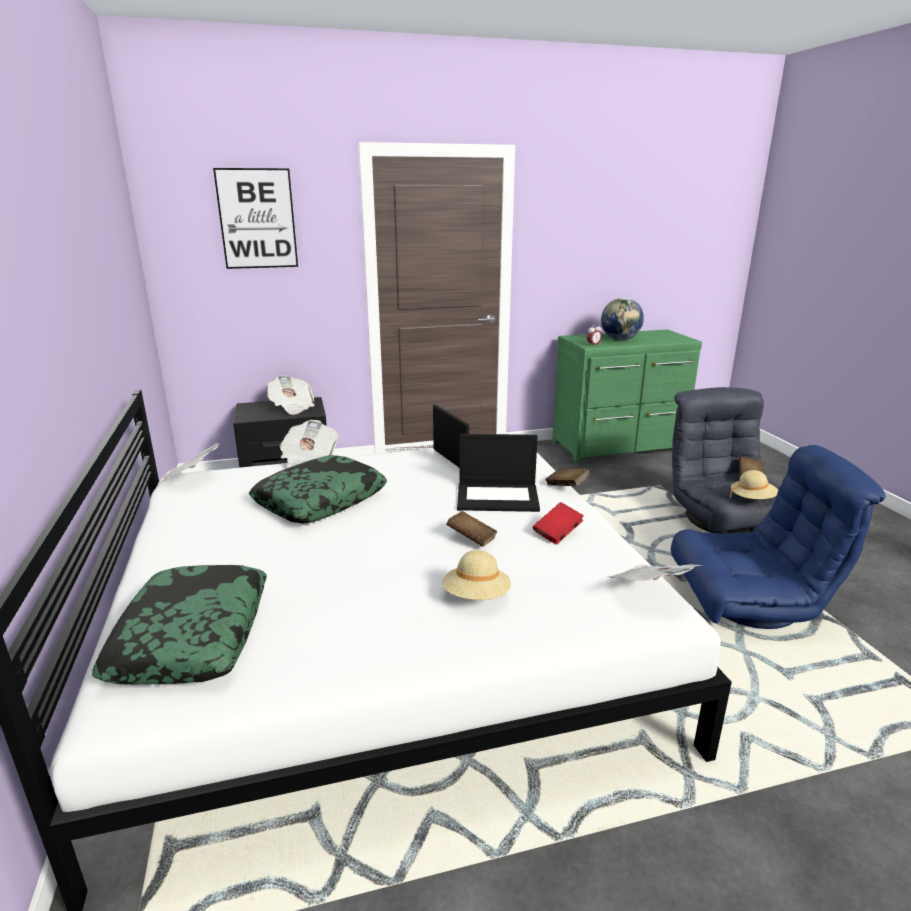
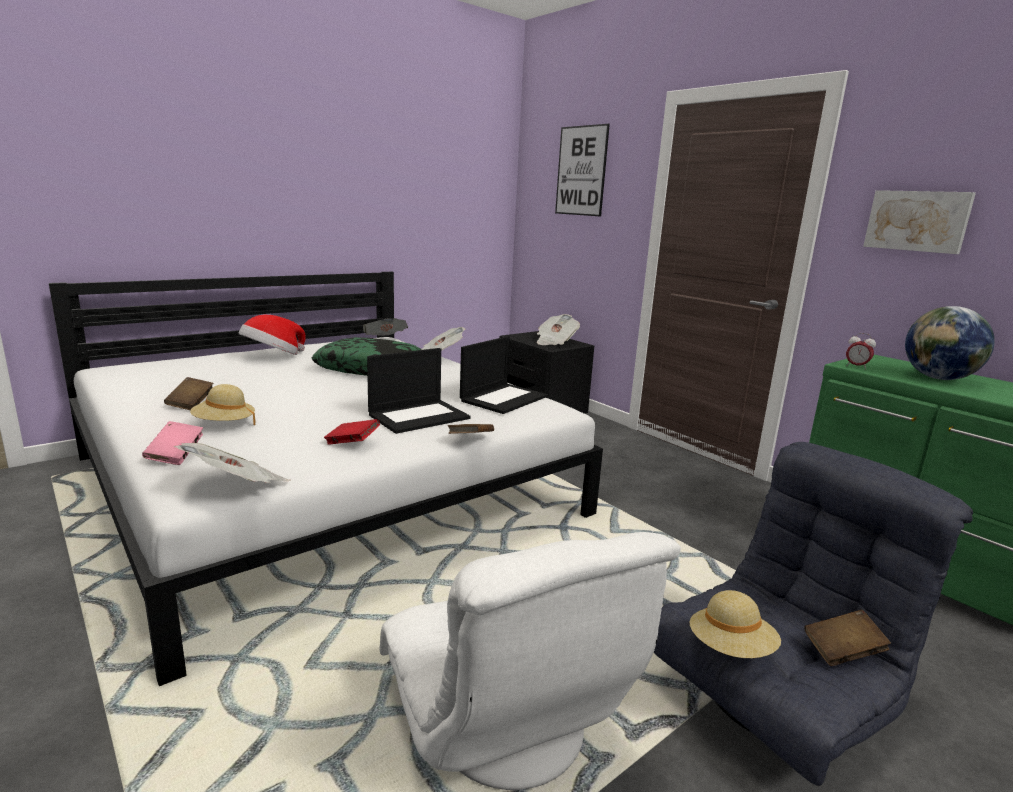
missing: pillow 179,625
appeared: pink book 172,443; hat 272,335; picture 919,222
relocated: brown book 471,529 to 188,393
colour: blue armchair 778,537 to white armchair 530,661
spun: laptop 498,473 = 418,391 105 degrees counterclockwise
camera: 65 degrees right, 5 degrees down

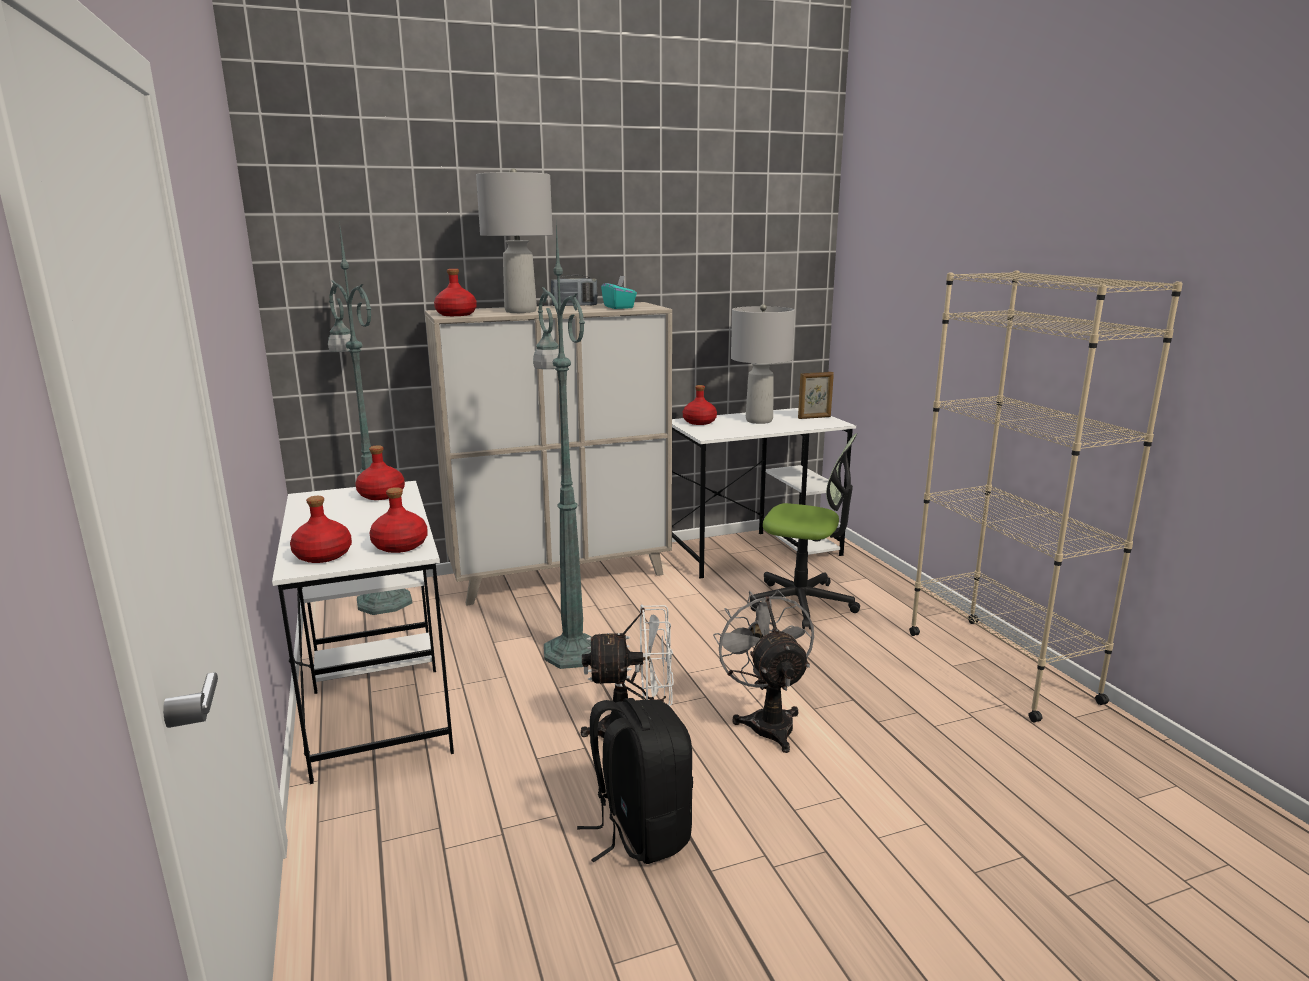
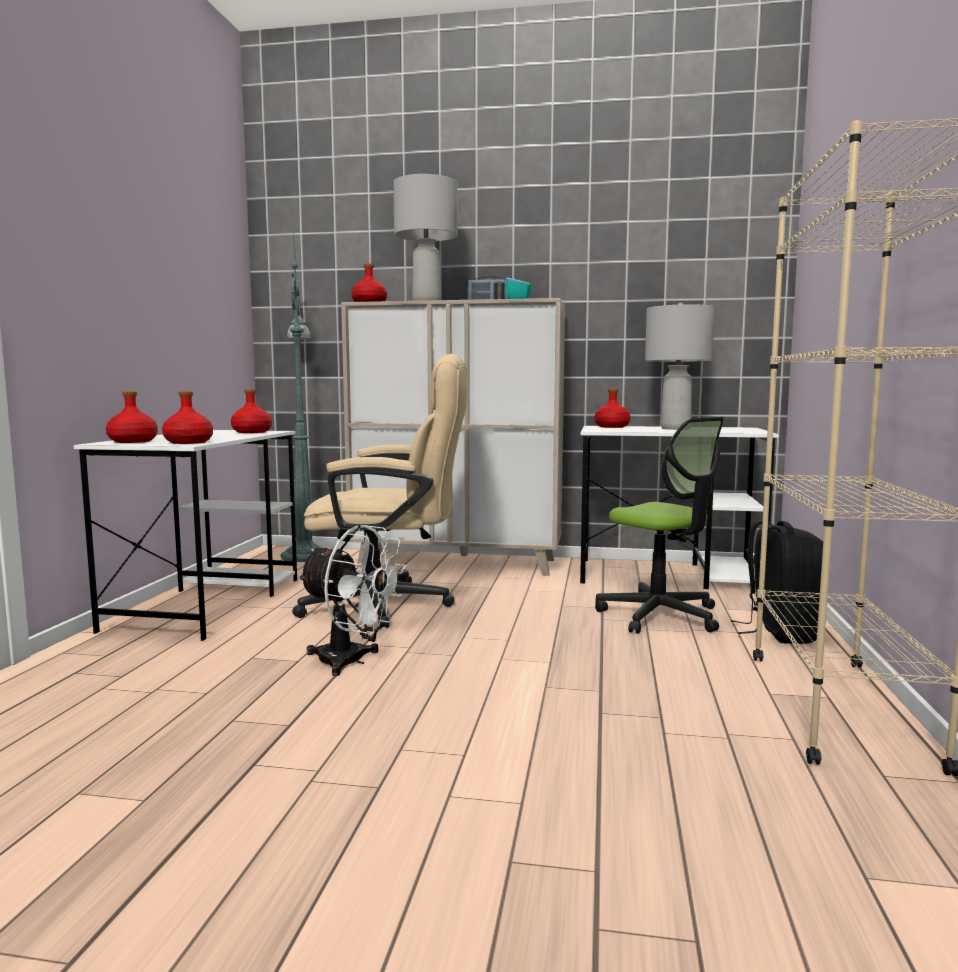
missing: grey fan 763,671; picture frame 816,395
relocated: black backpack 635,781 to 777,582
exchanged: green floor lamp 562,446 to beige office chair 379,491
camera: 30 degrees right, 10 degrees down

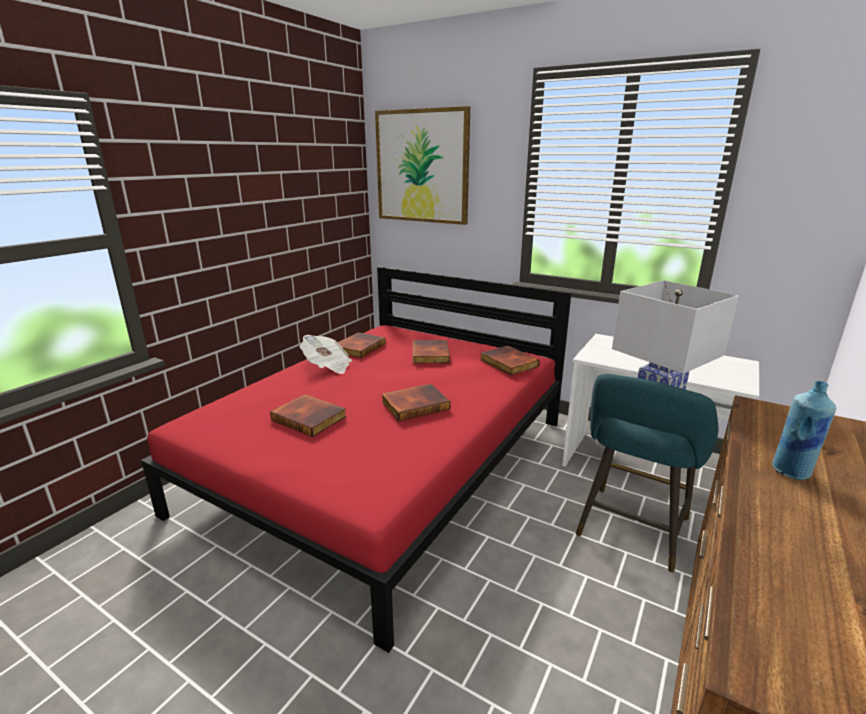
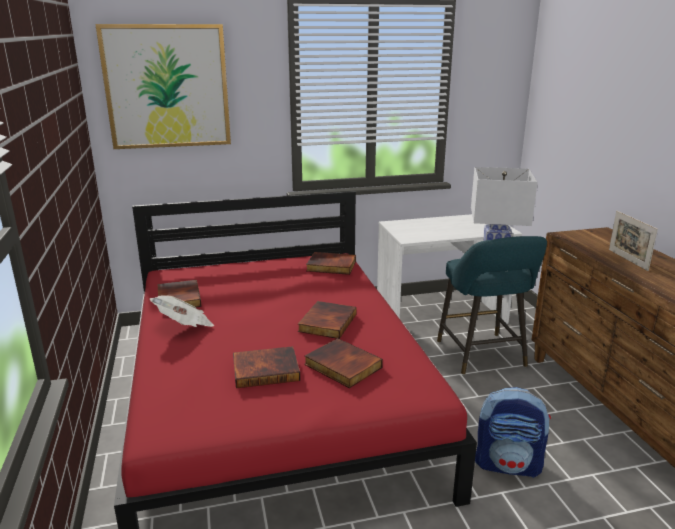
appeared: backpack 513,432
relocated: book 431,352 to 343,363
exchanged: blue bottle 804,430 to picture frame 633,241
camera: 45 degrees left, 0 degrees up

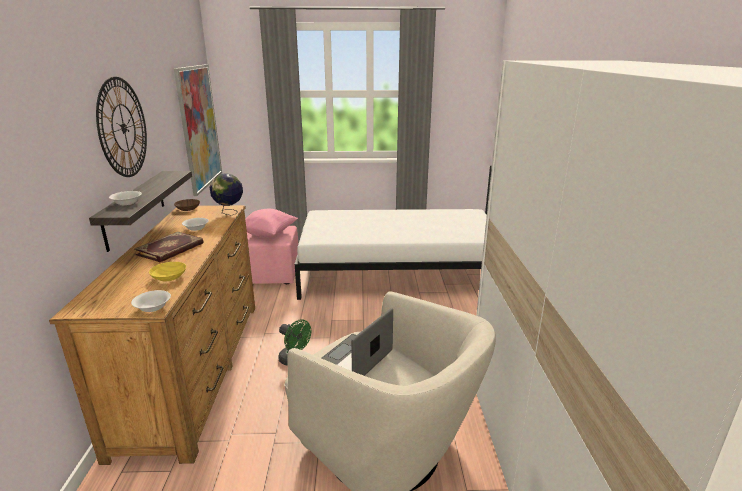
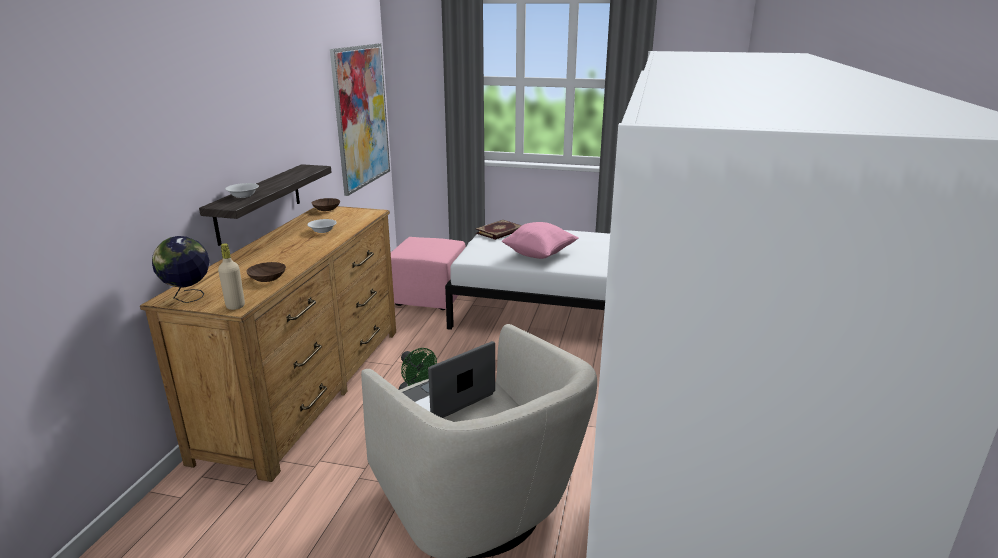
missing: wall clock 121,127
relocated: globe 226,194 to 180,269; book 169,247 to 498,230; pink pillow 271,223 to 540,240
exchanged: white bowl 151,301 to beige bottle 231,276
colour: yellow bowl 167,271 to brown bowl 266,272
camera: 15 degrees right, 0 degrees up

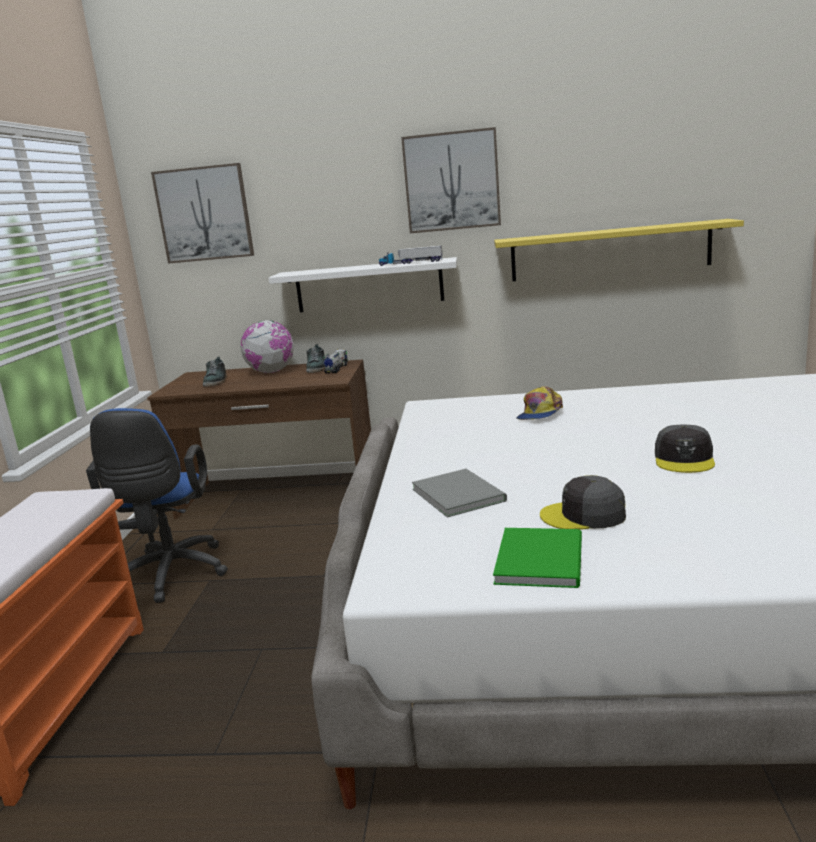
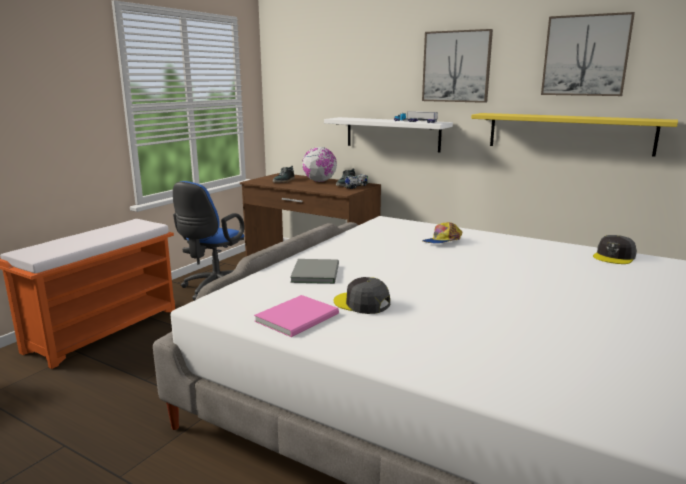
relocated: picture 202,213 to 588,54; grey cap 685,448 to 615,249
colour: green book 537,558 to pink book 296,316
camera: 25 degrees right, 0 degrees up

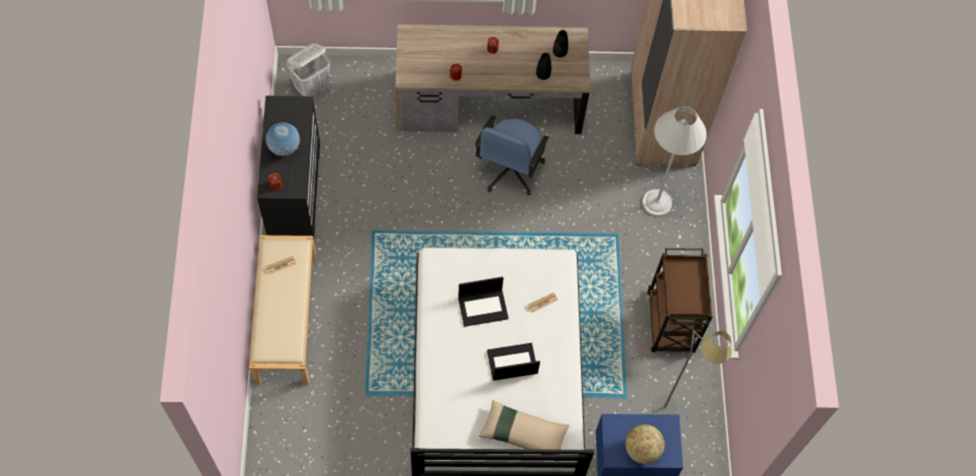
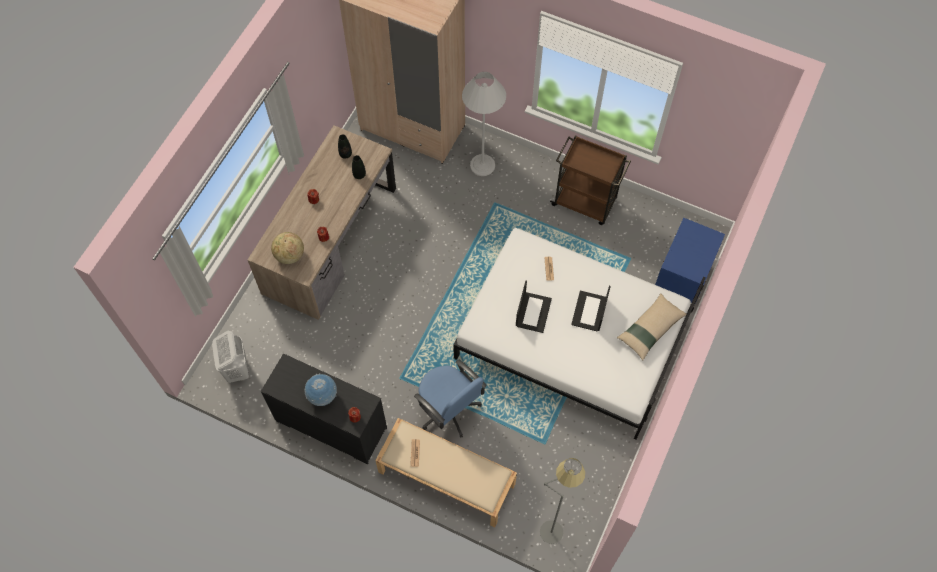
relocated: globe 645,444 to 287,248; blue office chair 512,155 to 450,399; grey floor lamp 692,372 to 562,501
camera: 60 degrees left, 0 degrees up

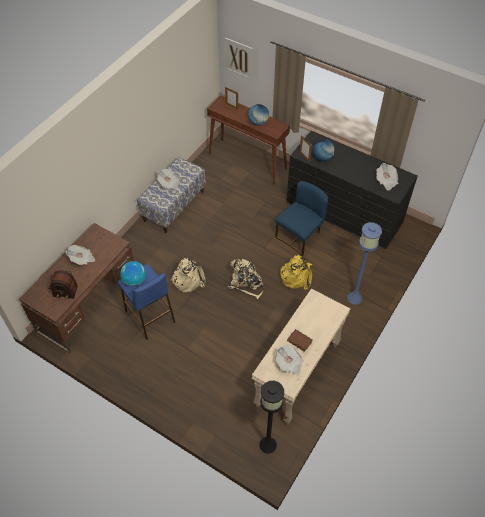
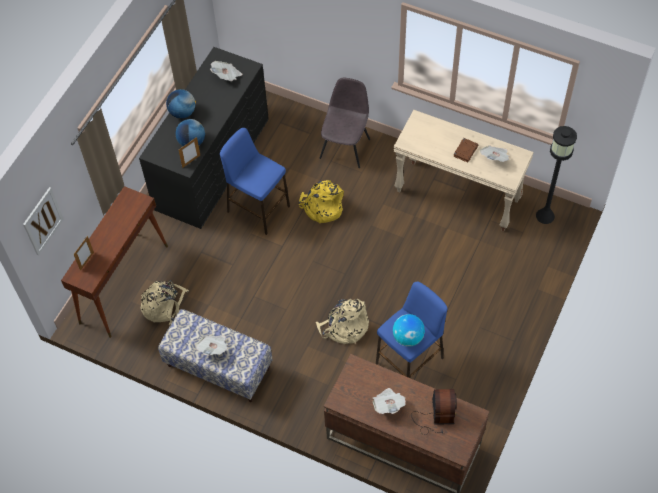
relocated: beige backpack 246,279 to 164,302; globe 258,115 to 181,104
exchanged: blue chair 301,218 to blue stool 255,181; blue floor lamp 364,263 to grey chair 344,123
camera: 95 degrees left, 5 degrees up

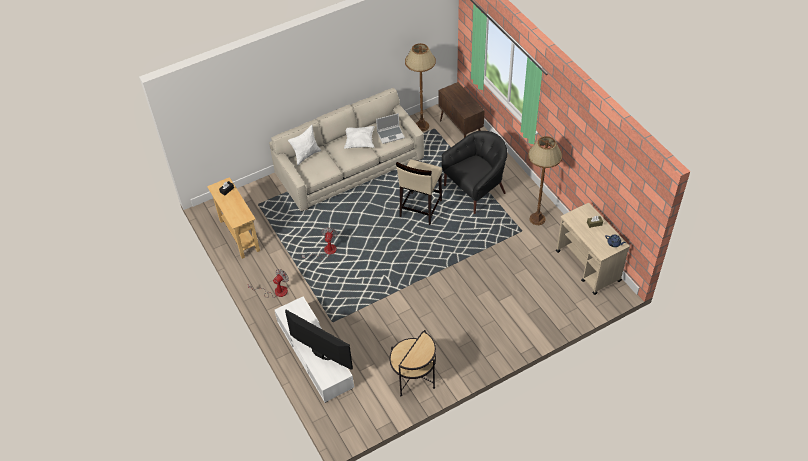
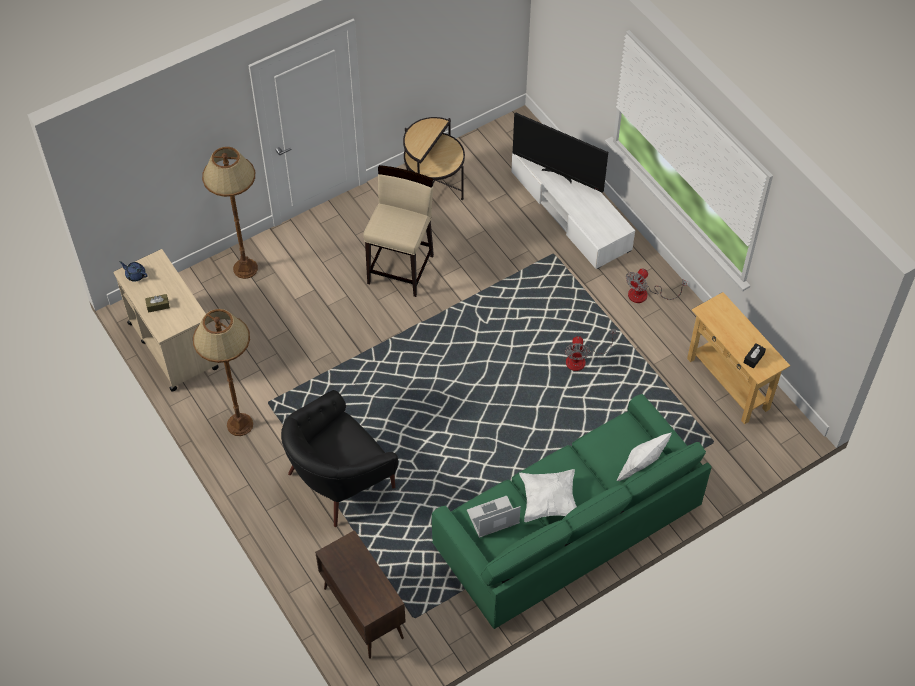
relocated: brown floor lamp 420,87 to 230,213; beige stool 419,192 to 399,231
colour: beige sofa 346,150 to green sofa 572,511
camera: 175 degrees right, 5 degrees up

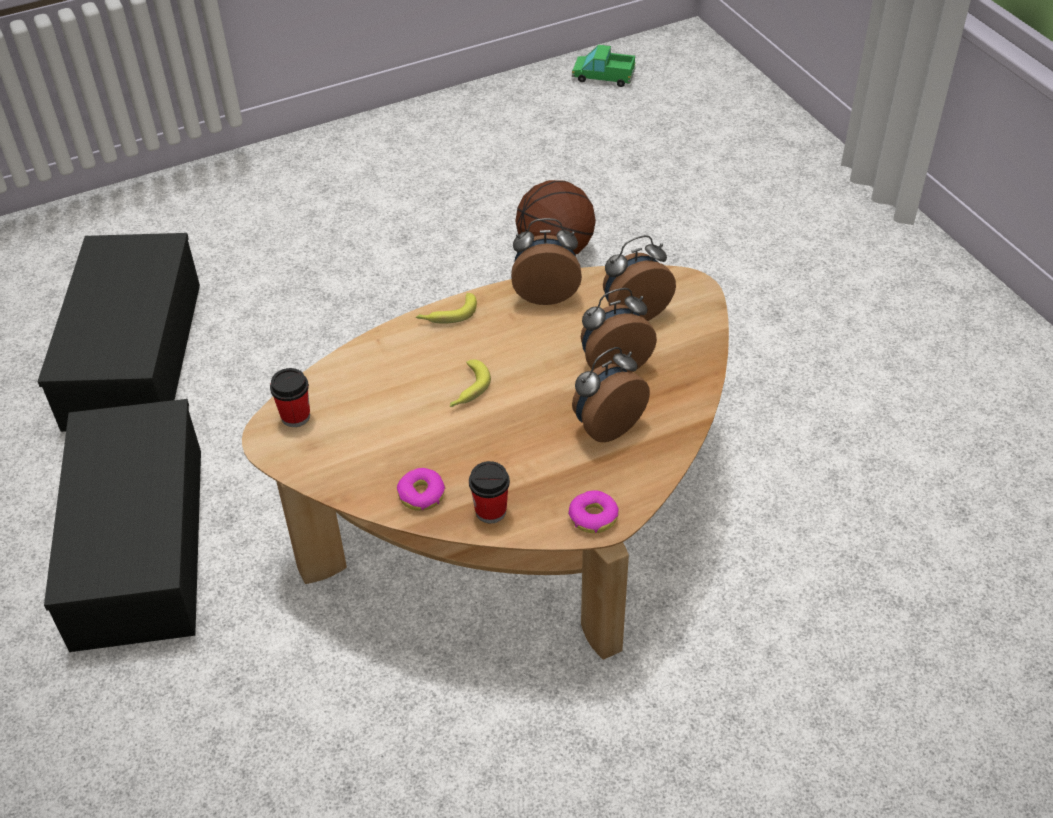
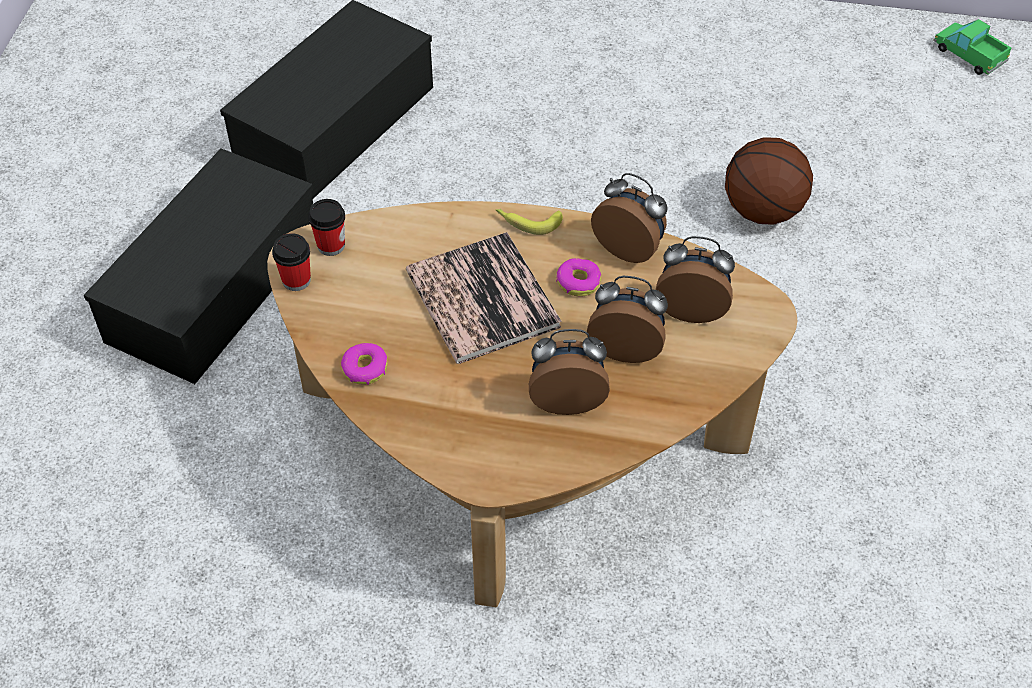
relocated: cup 489,492 to 291,262; donut 593,511 to 578,277
exchanged: banana 470,383 to book 484,298
camera: 35 degrees right, 5 degrees up

